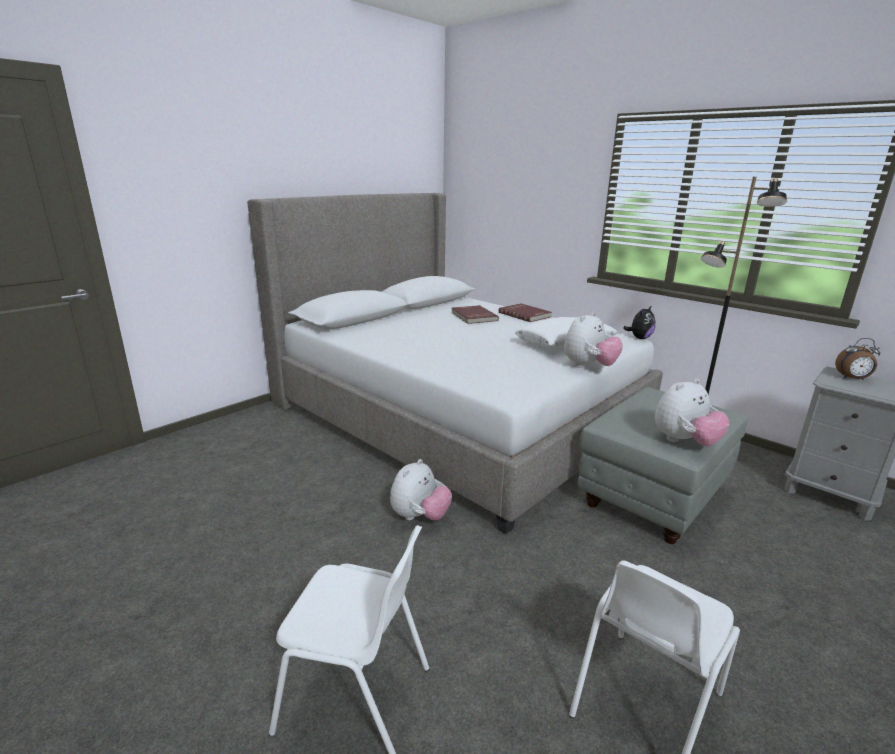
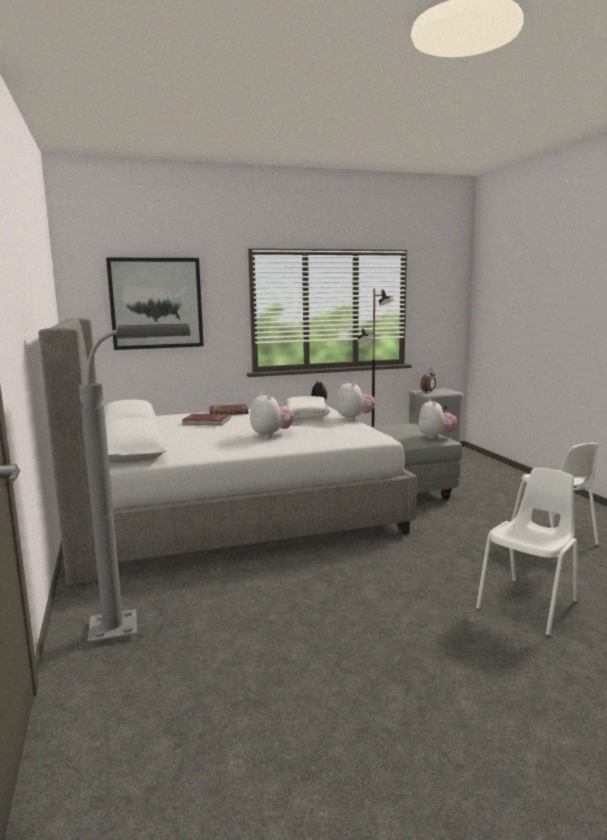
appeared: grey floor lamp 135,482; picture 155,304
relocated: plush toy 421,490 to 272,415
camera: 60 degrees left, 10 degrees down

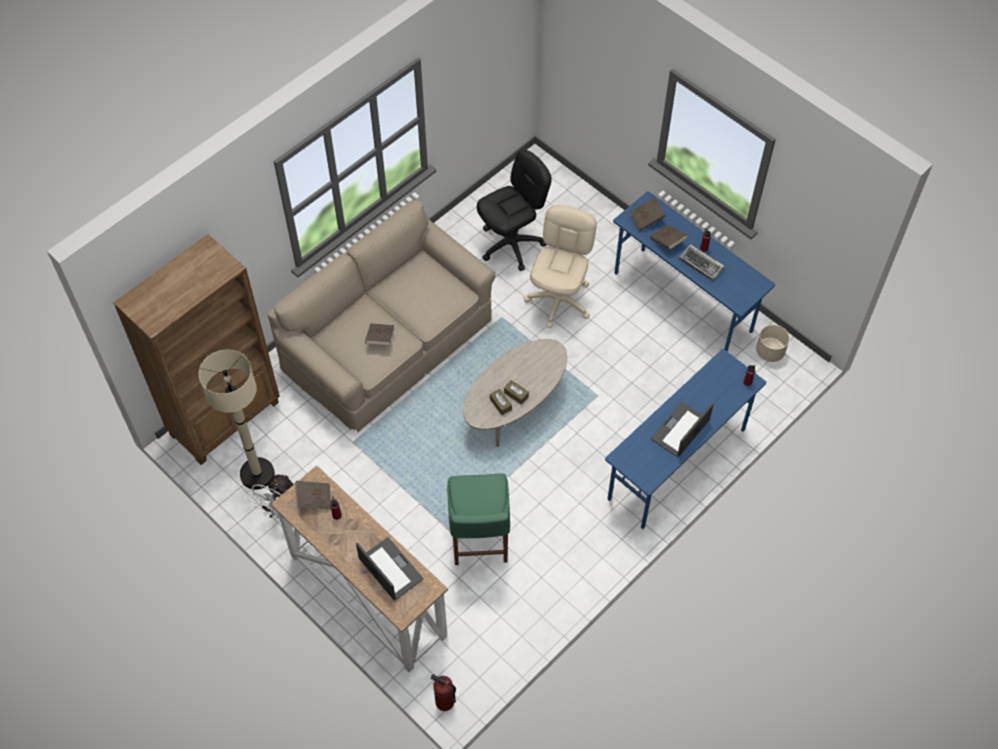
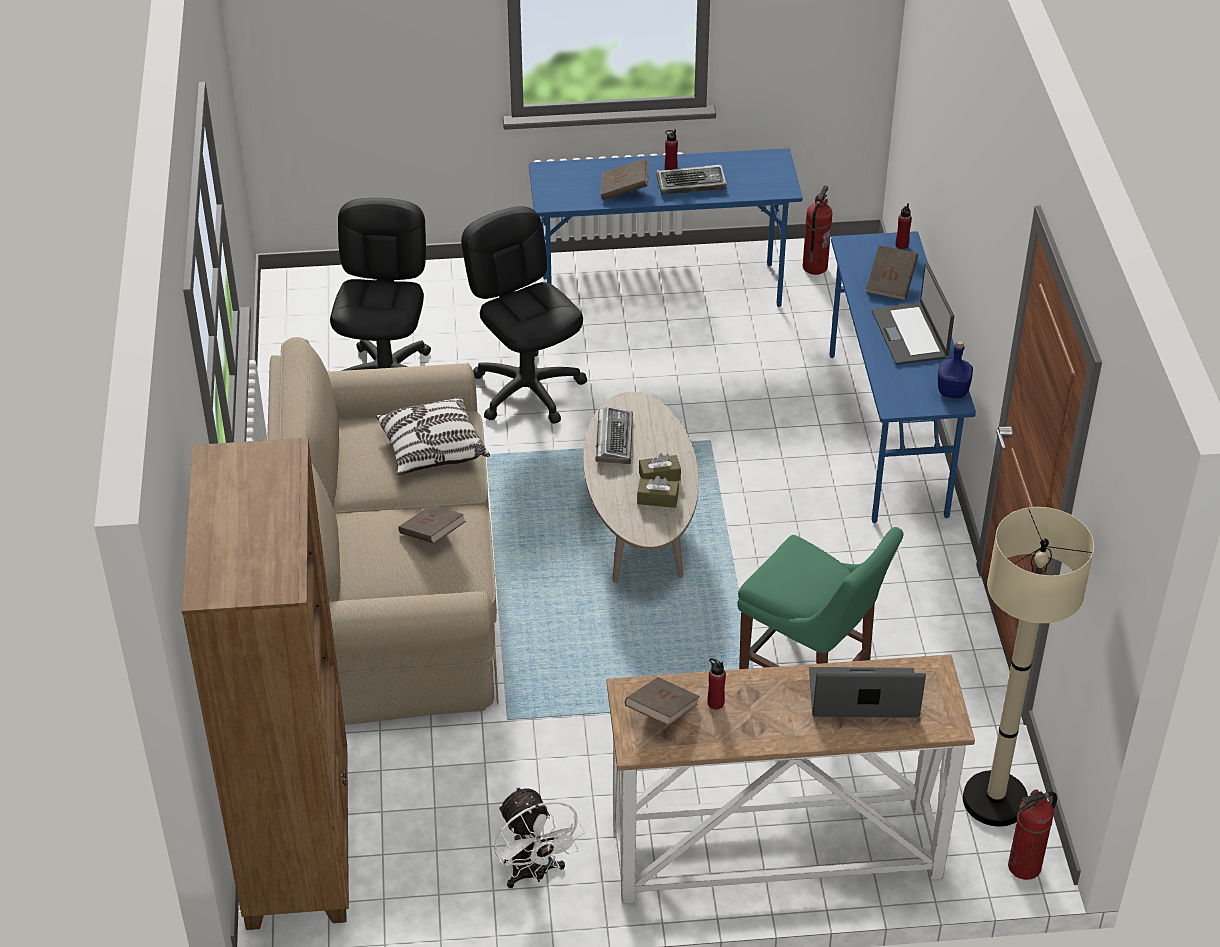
appeared: pillow 432,435; keyboard 614,435; blue bottle 955,369
relocated: brown book 647,214 to 892,272; beige floor lamp 237,420 to 1028,666
exchanged: beige planter 773,343 to fire extinguisher 817,230
colour: beige office chair 560,266 to black office chair 524,315
camera: 50 degrees left, 15 degrees down

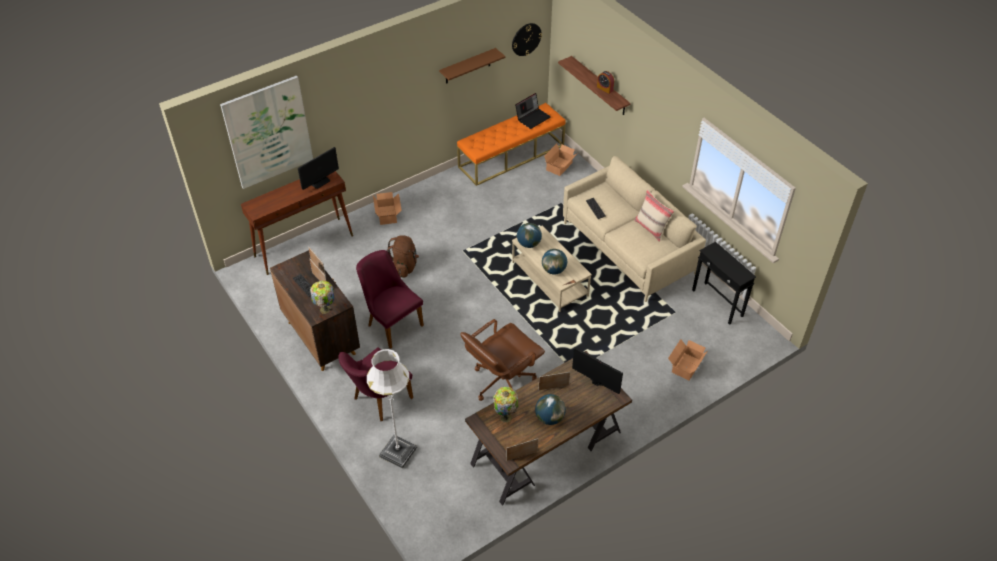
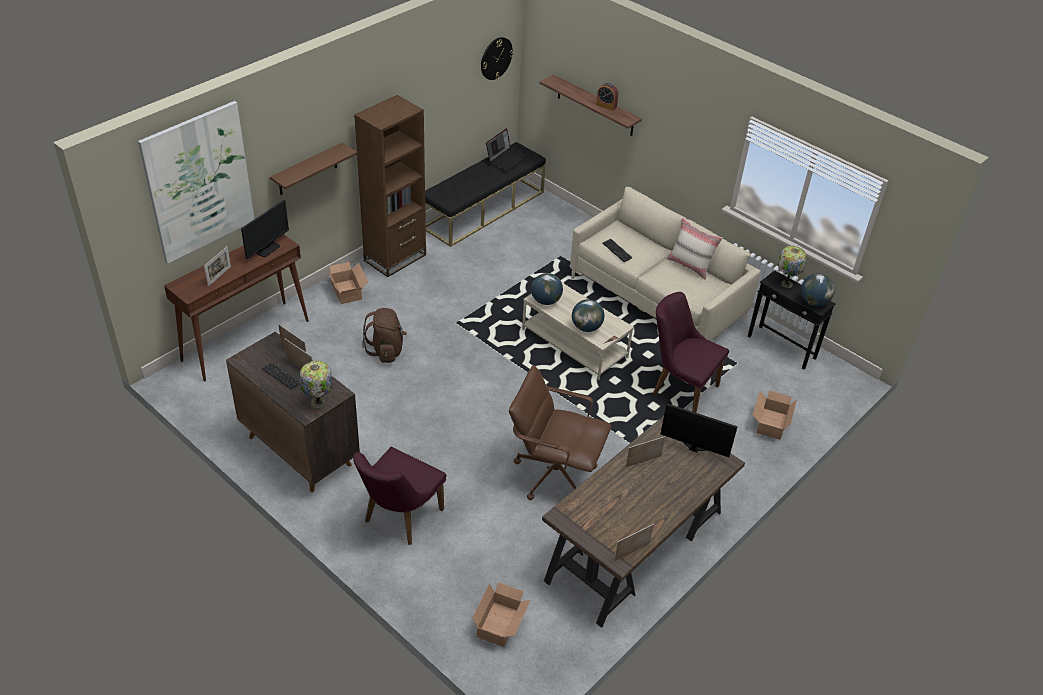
missing: white floor lamp 392,409
appeared: picture frame 217,266; brown bookcase 390,186
relocated: brown shelf 472,66 to 314,169; cardboard box 561,160 to 501,614; purple chair 390,299 to 691,352; table lamp 505,404 to 792,267; globe 550,409 to 818,290
colour: orange bench 511,144 to black bench 485,194
spun: brown office chair 502,360 = 560,432 75 degrees clockwise
camera: 15 degrees left, 5 degrees down

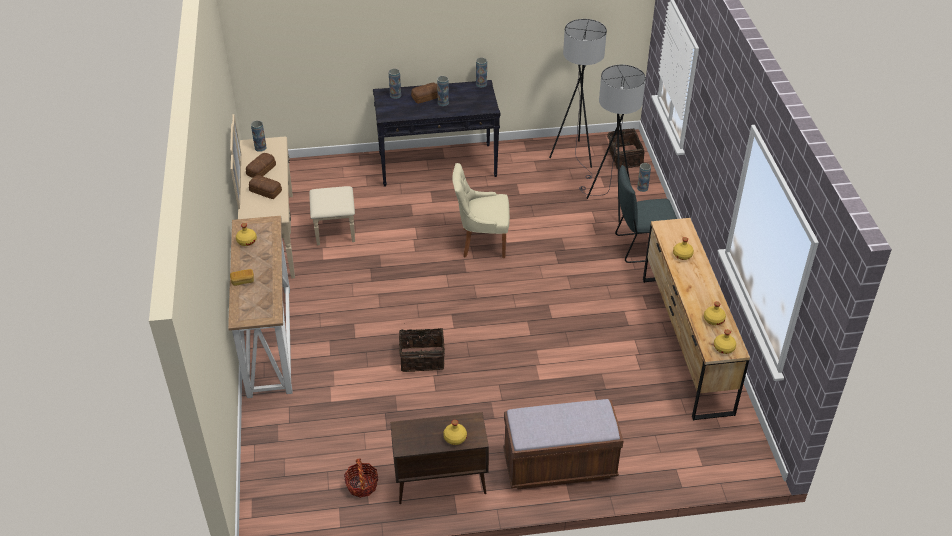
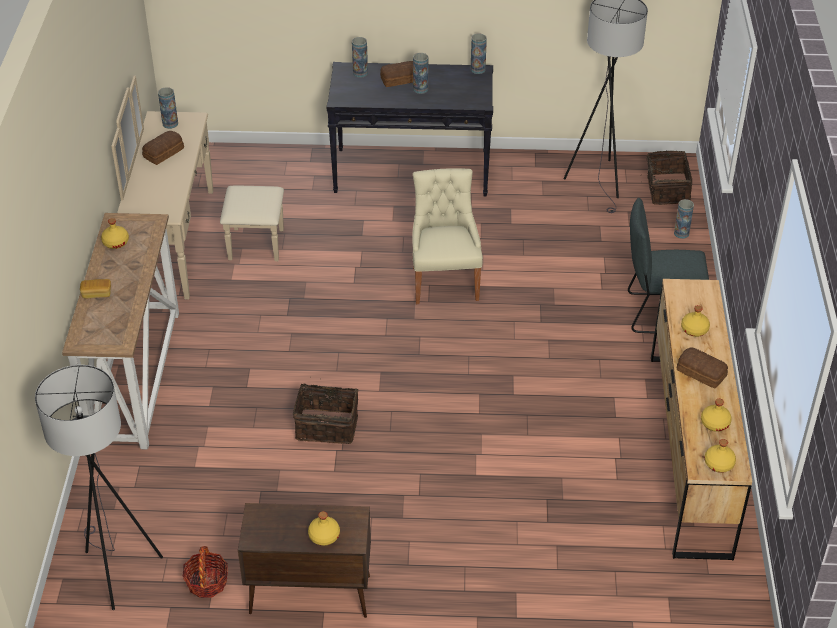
missing: brown bench 563,444
relocated: grey floor lamp 612,144 to 99,487; bread 265,187 to 702,368
spun: beige chair 481,210 = 447,236 75 degrees clockwise
camera: 10 degrees right, 0 degrees up

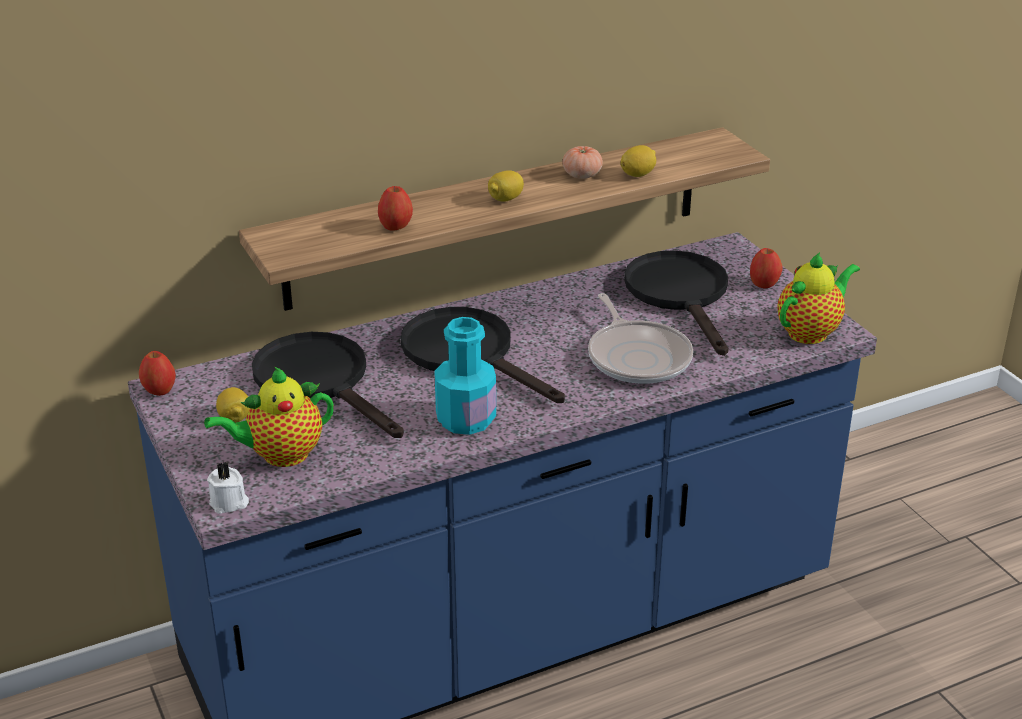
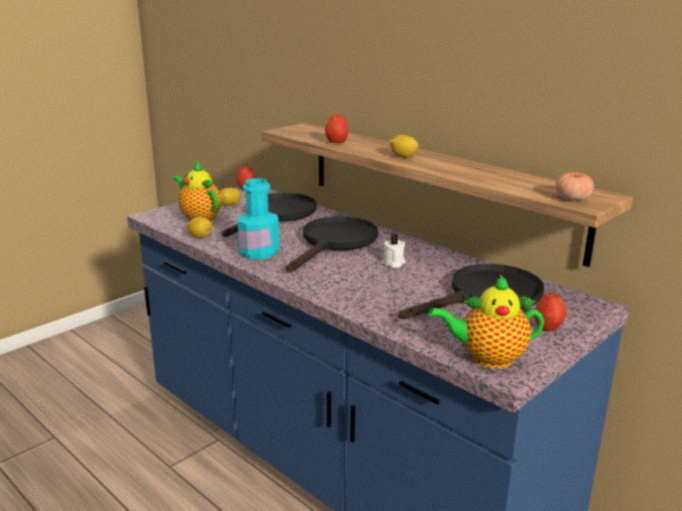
missing: frying pan 640,338
relocated: lemon 638,161 to 200,227; white candle 228,488 to 393,250; tomato 582,162 to 574,186
spun: teapot 818,298 = 486,322 150 degrees clockwise
camera: 70 degrees right, 10 degrees down

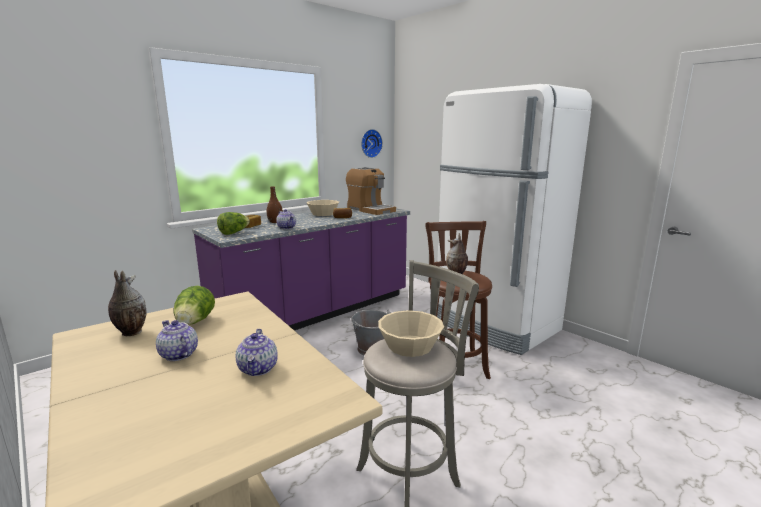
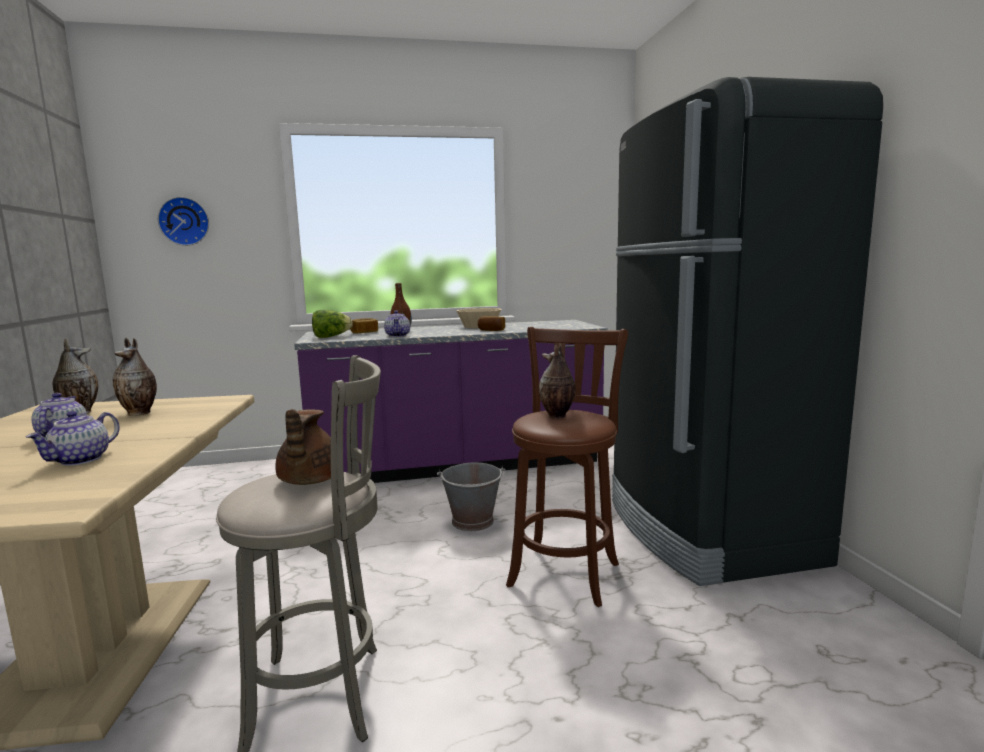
missing: coffee machine 371,191
relocated: wall clock 372,143 to 183,221
exchanged: lettuce 194,305 to vase 134,377; beige bowl 411,333 to brown teapot 303,447
colour: white fridge 514,219 to black fridge 747,331
camera: 30 degrees right, 5 degrees down

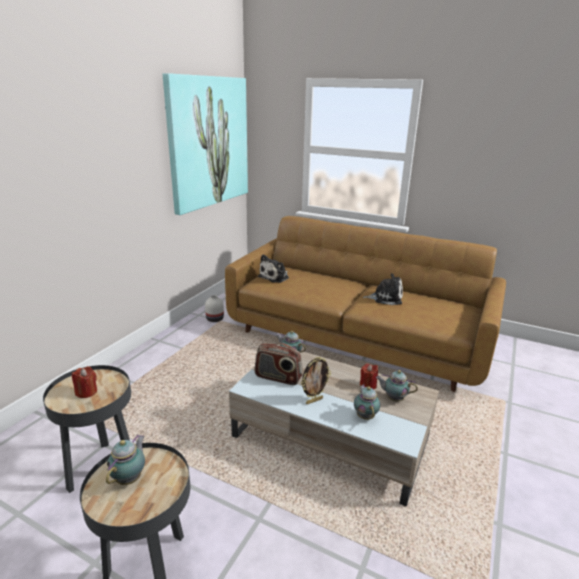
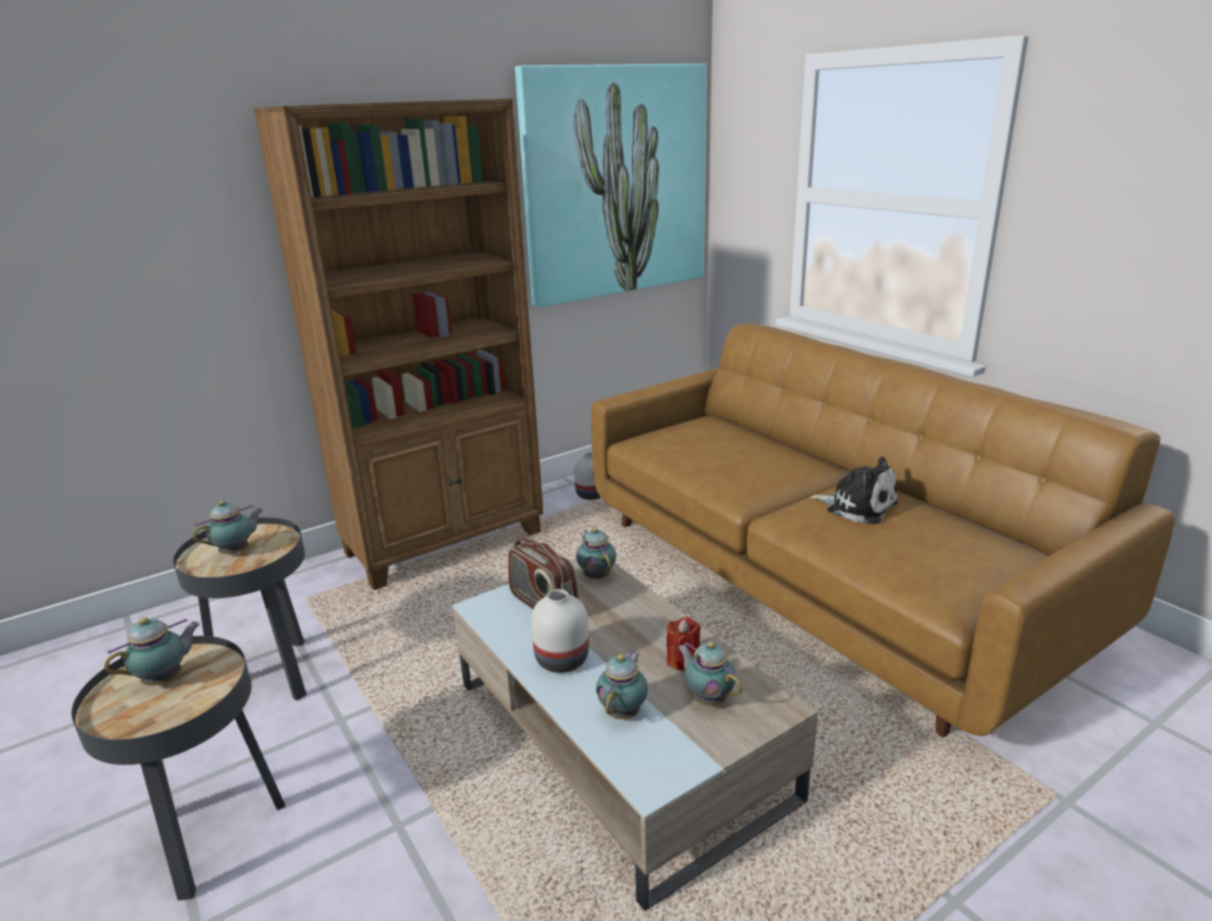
missing: plush toy 273,268
appeared: brown bookcase 398,344
exchanged: red candle 84,382 to teapot 228,527; picture frame 316,381 to white vase 560,631
camera: 30 degrees right, 0 degrees up

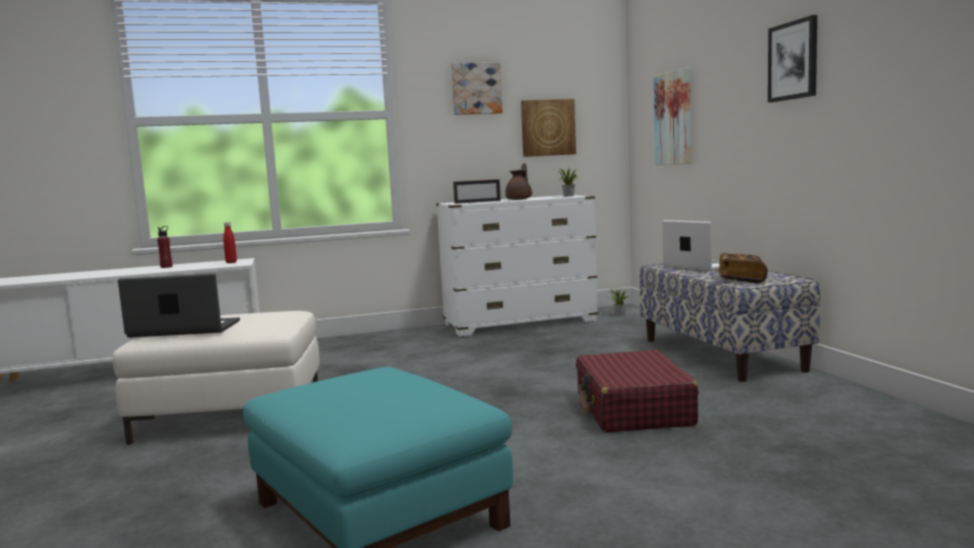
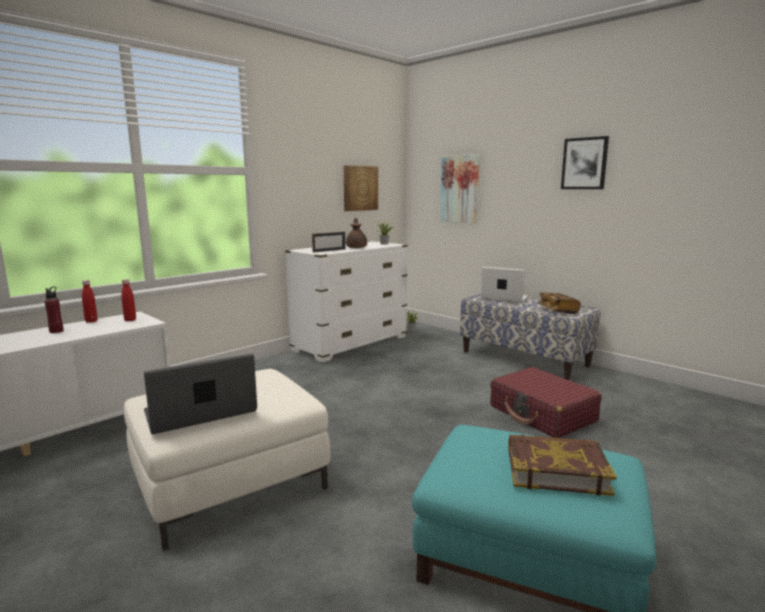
missing: picture 477,89
appeared: red bottle 90,301; book 563,465
camera: 30 degrees left, 5 degrees up

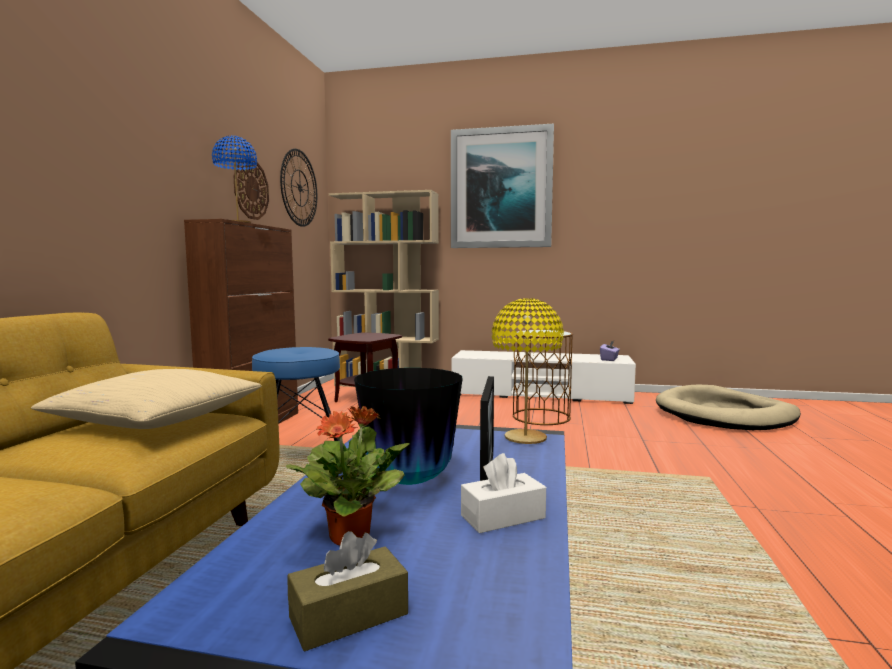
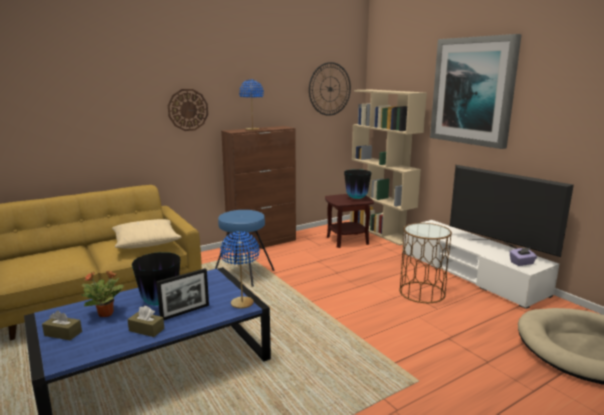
appeared: vase 358,184; television 512,211
relocated: wall clock 251,188 to 188,110
colour: white tissue box 503,493 to brown tissue box 145,321; yellow table lamp 528,371 to blue table lamp 240,270
camera: 45 degrees right, 10 degrees up

